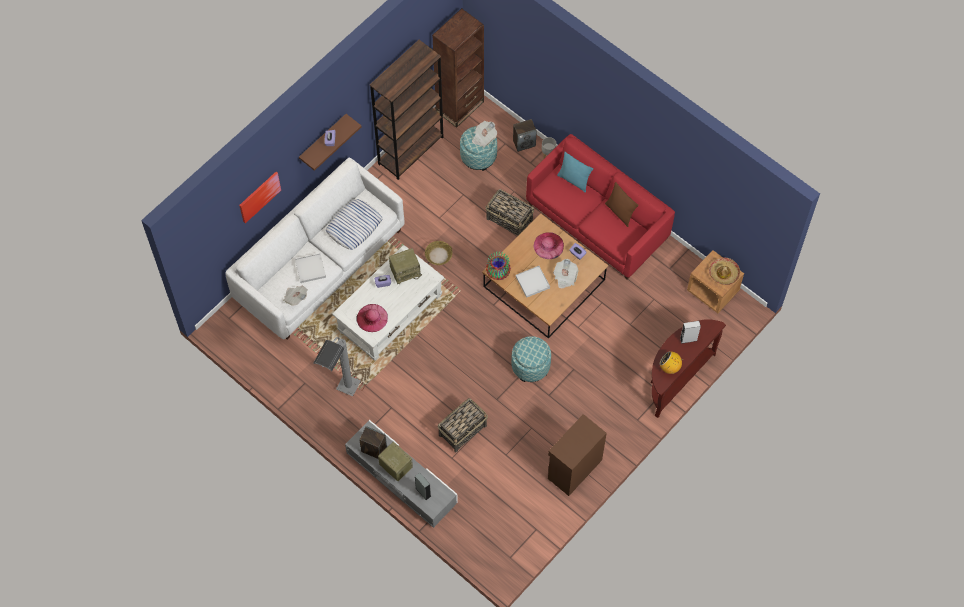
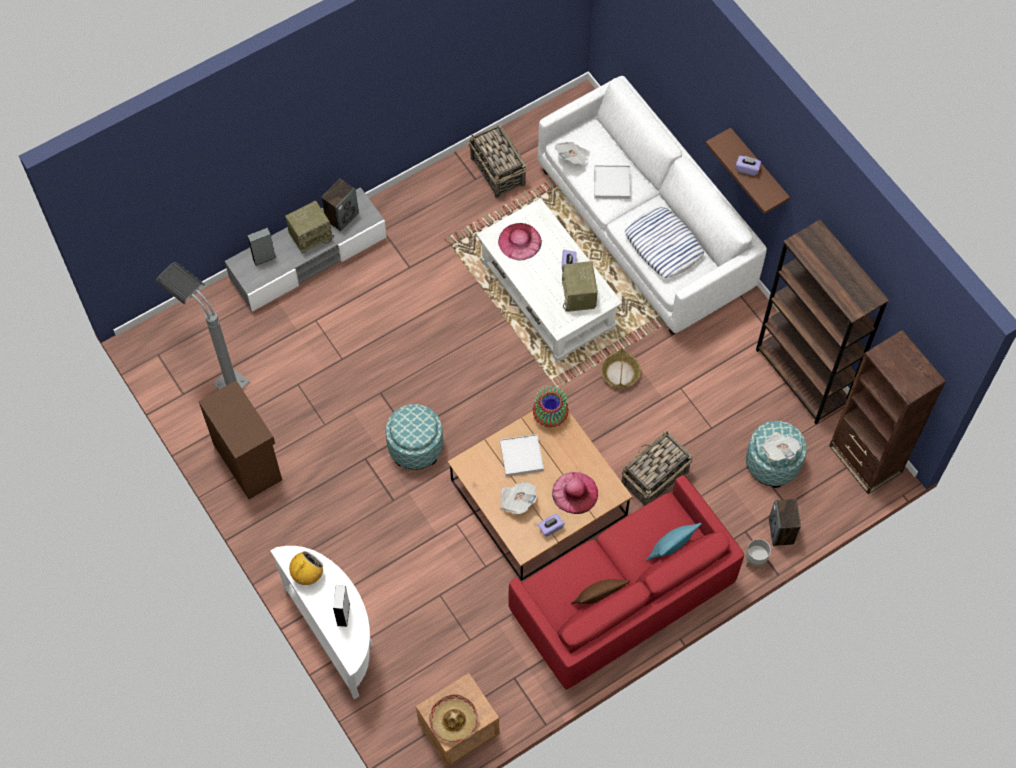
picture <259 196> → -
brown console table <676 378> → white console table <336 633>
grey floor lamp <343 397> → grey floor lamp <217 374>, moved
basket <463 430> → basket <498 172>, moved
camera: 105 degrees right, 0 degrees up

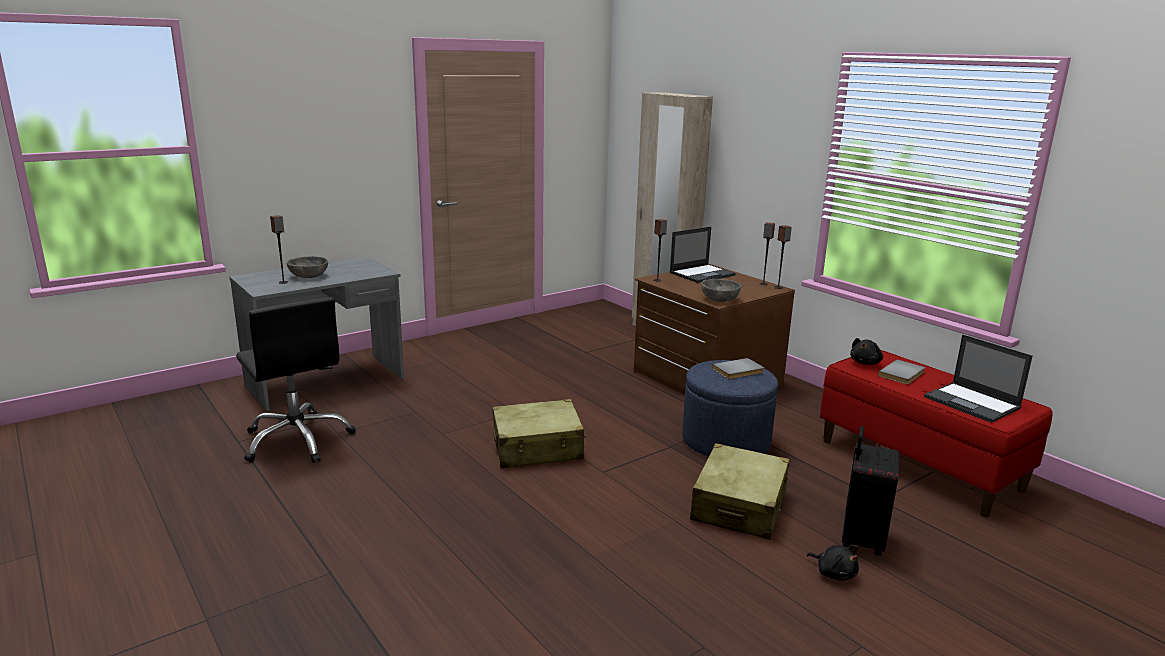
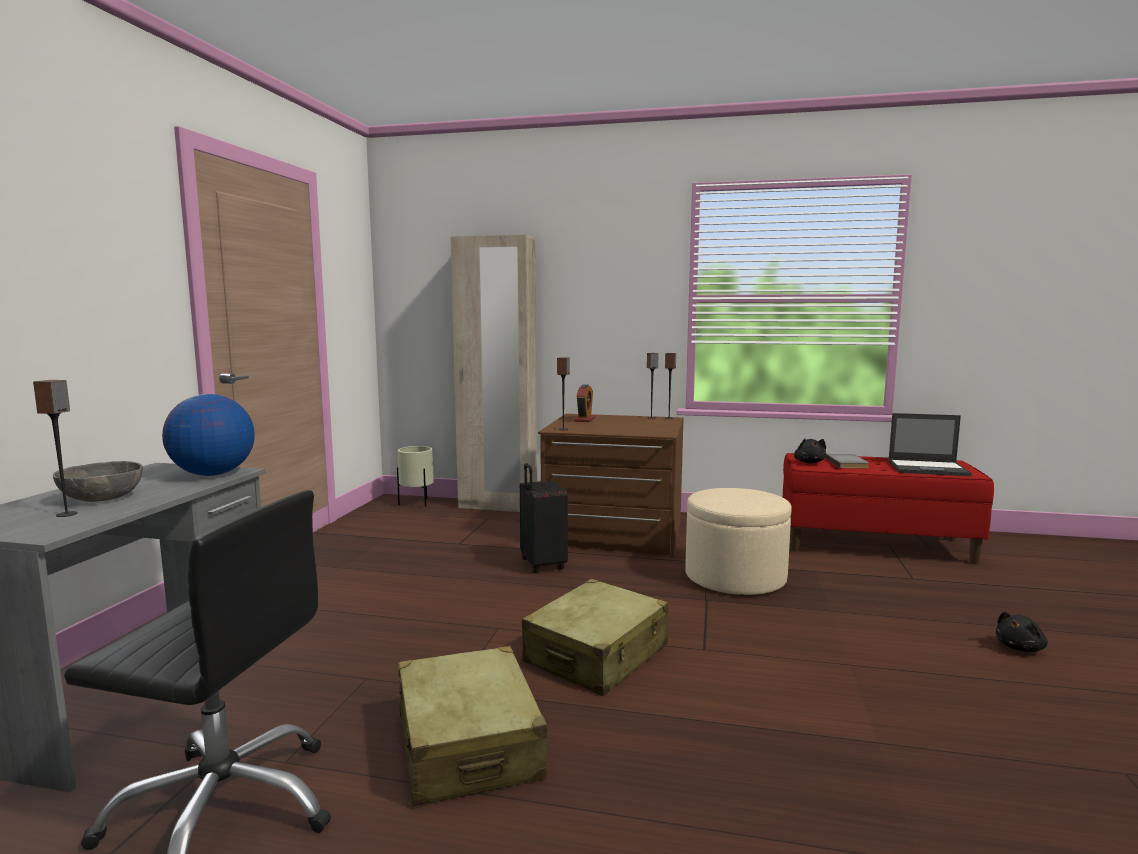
laptop <702 274> → alarm clock <584 419>
grey bowl <719 299> → -
grey book <739 371> → -
blue ottoman <726 441> → beige ottoman <735 577>
black suitcase <860 540> → black suitcase <541 565>, moved
beige suitcase <739 506> → beige suitcase <468 745>, moved
black plush toy <834 573> → black plush toy <1020 648>, 135 degrees clockwise
- → globe <212 474>
- → beige planter <417 504>
camera: 40 degrees left, 10 degrees down

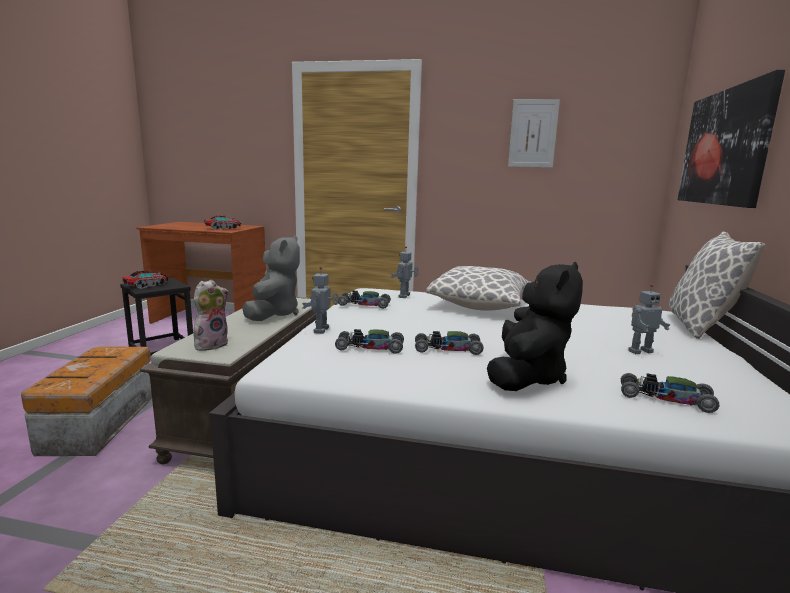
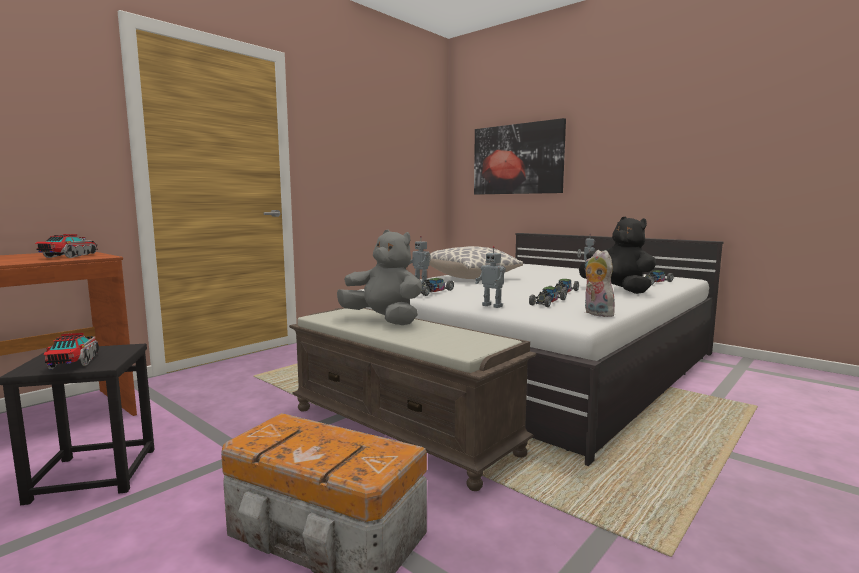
picture <533 133> → -
pillow <700 326> → -
plush toy <211 344> → plush toy <596 313>, moved
camera: 60 degrees left, 5 degrees down

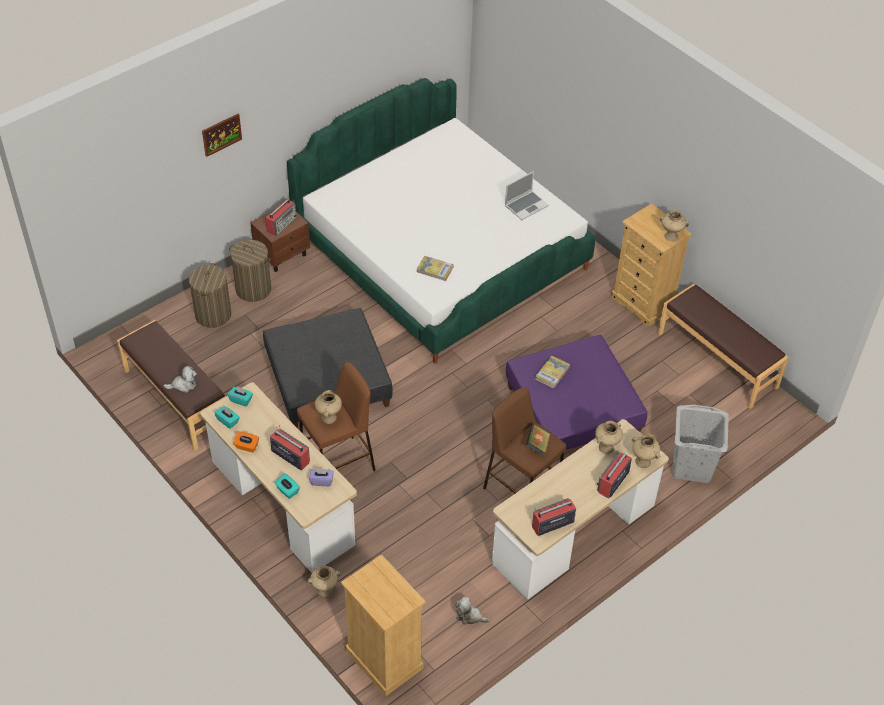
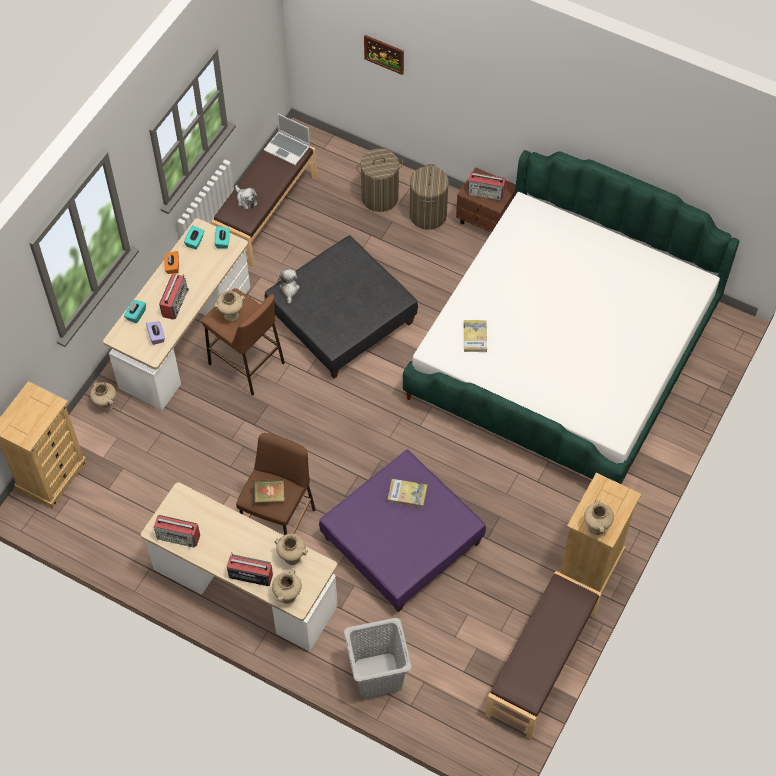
picture <221 134> → picture <384 54>, moved
laptop <526 205> → laptop <288 149>, moved
radio <552 524> → radio <179 536>, 150 degrees clockwise
plush toy <469 616> → plush toy <289 289>, moved
camera: 70 degrees right, 10 degrees up

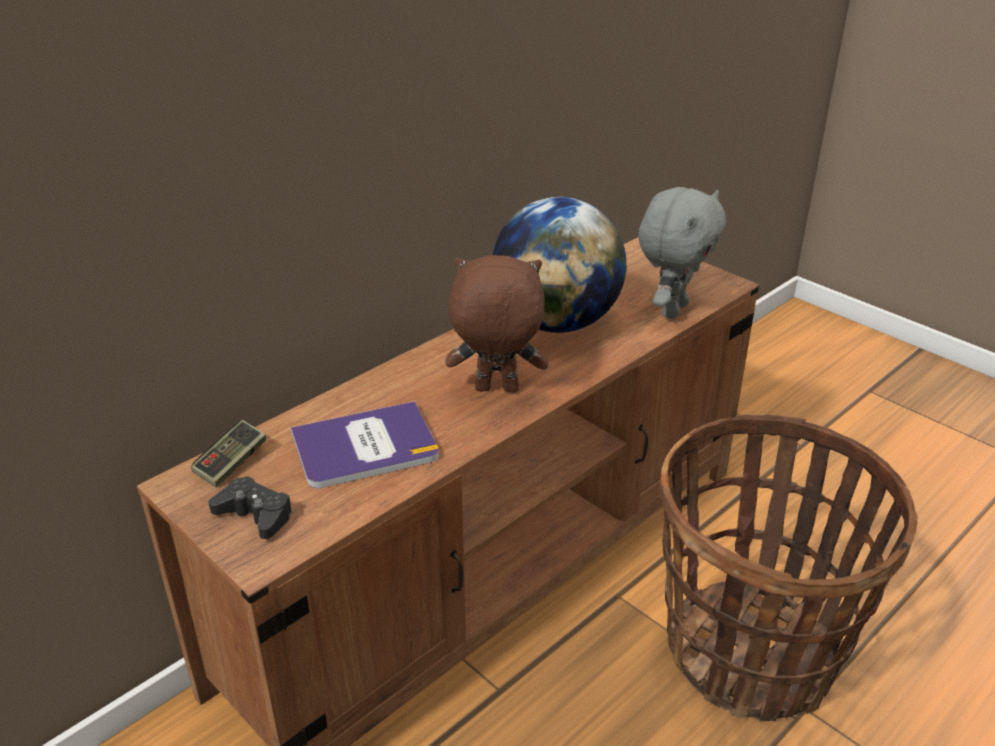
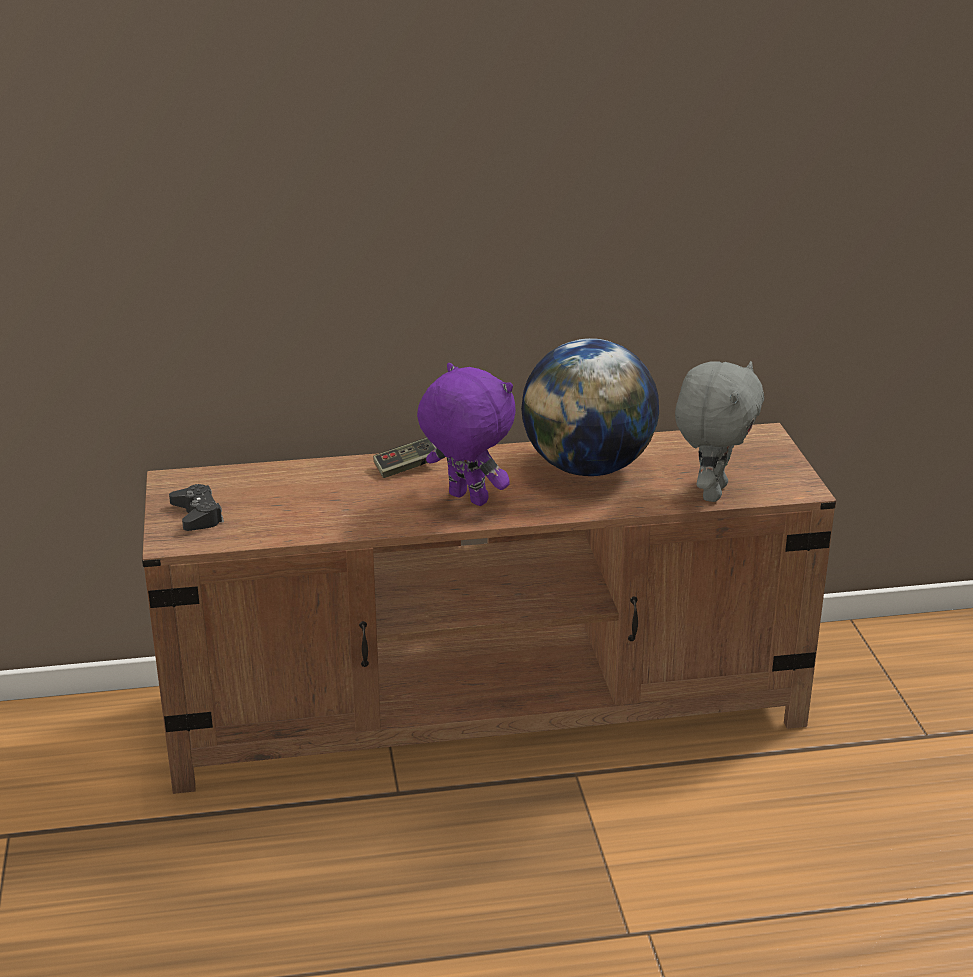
grey plush toy <672 309> → grey plush toy <711 492>, 45 degrees counterclockwise
brown plush toy <496 390> → purple plush toy <466 499>
book <365 447> → -
basket <751 653> → -
game controller <231 463> → game controller <406 467>, moved
camera: 35 degrees right, 5 degrees down

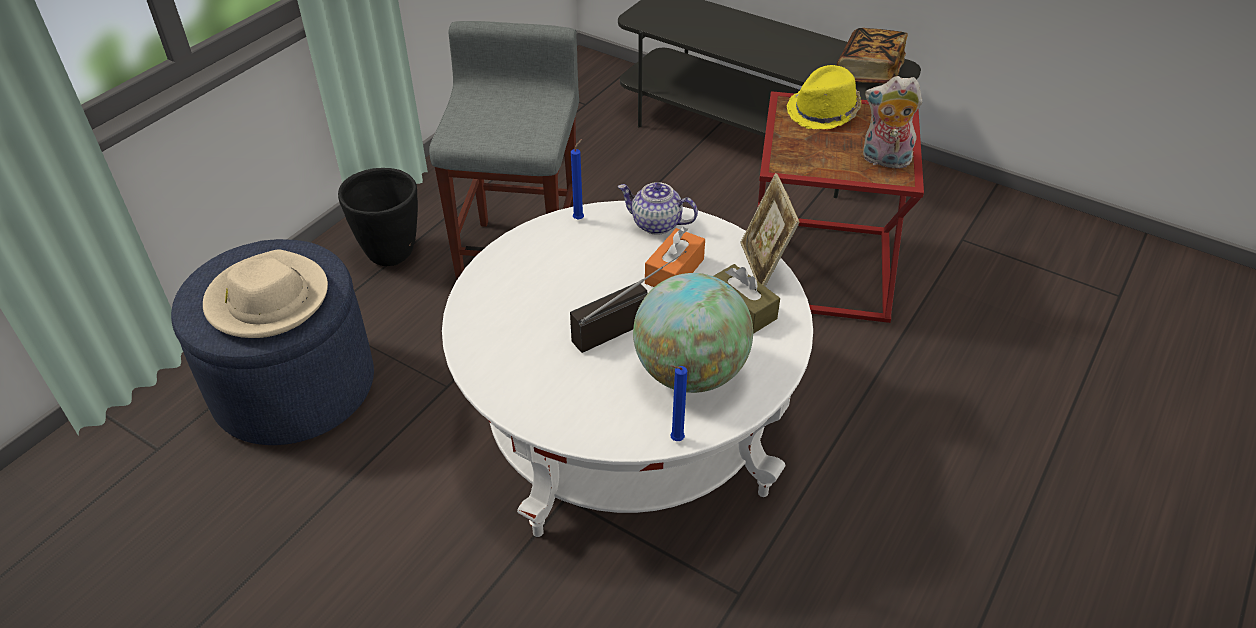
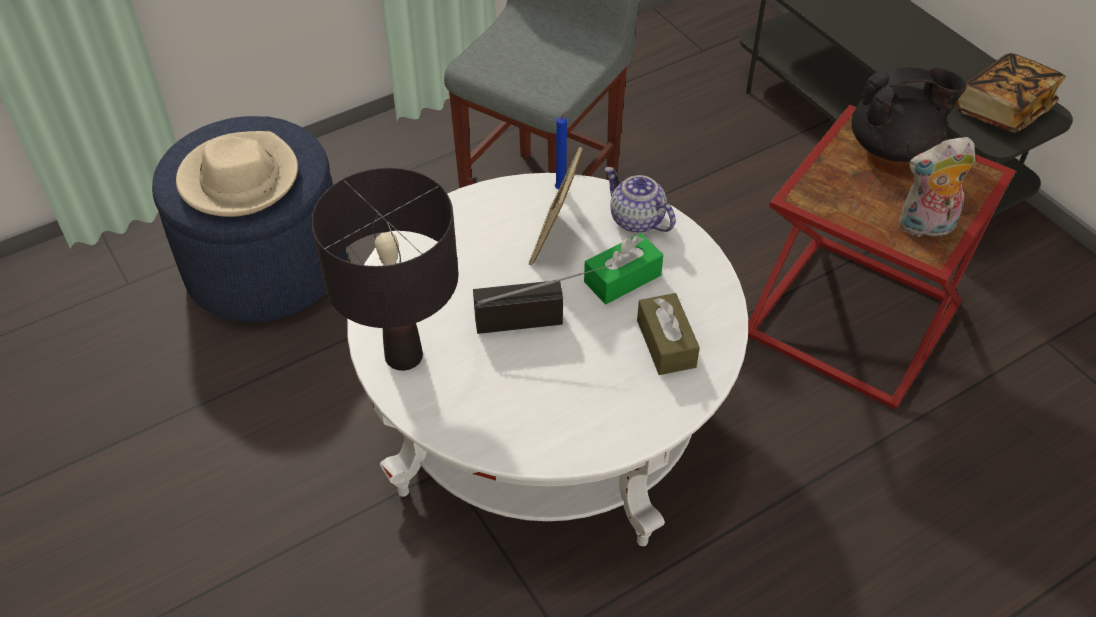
yellow hat <824 112> → black teapot <894 147>
plush toy <884 161> → plush toy <925 227>, 45 degrees counterclockwise
black planter <391 252> → -
picture frame <764 265> → picture frame <555 240>, moved
orange tissue box <674 271> → green tissue box <622 278>
globe <690 373> → -
blue candle <675 440> → -
- → black table lamp <404 356>
camera: 25 degrees right, 5 degrees up

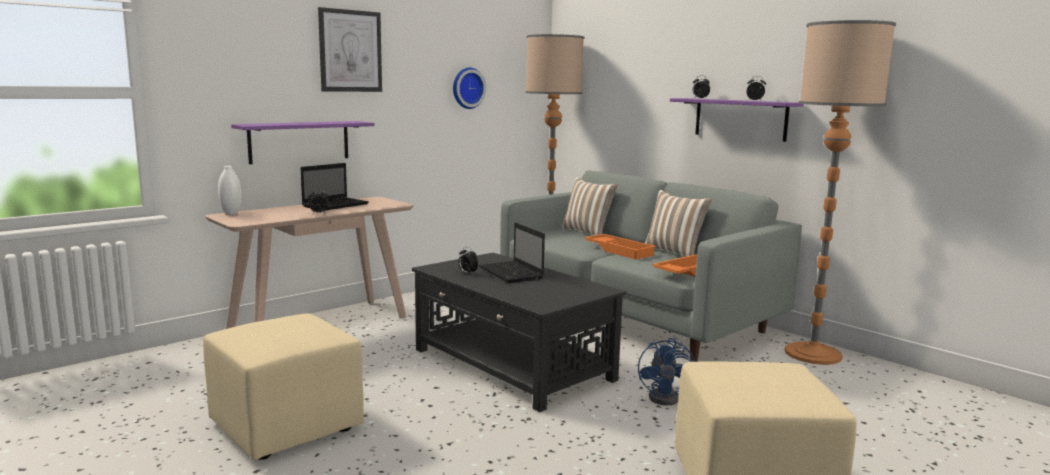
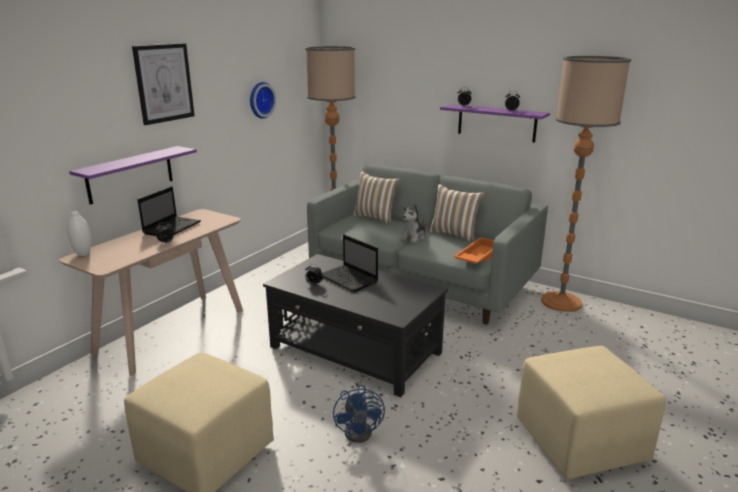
orange tray <620 251> → plush toy <413 237>
blue fan <669 397> → blue fan <362 430>, moved
camera: 15 degrees left, 10 degrees up

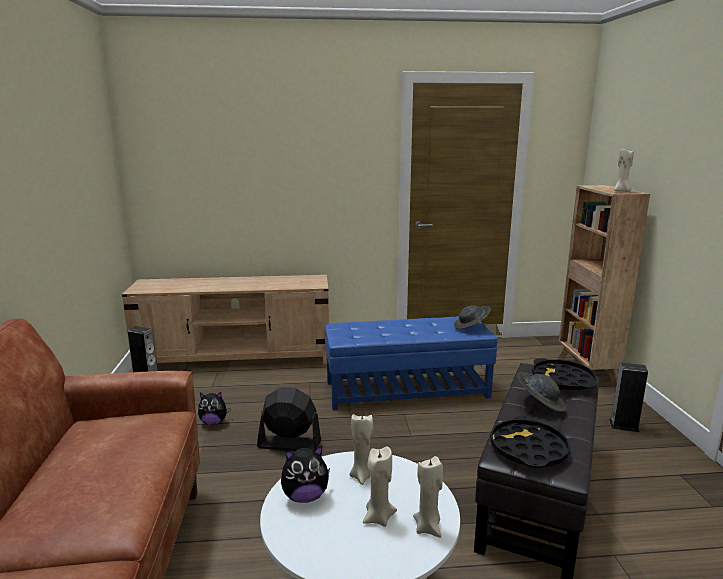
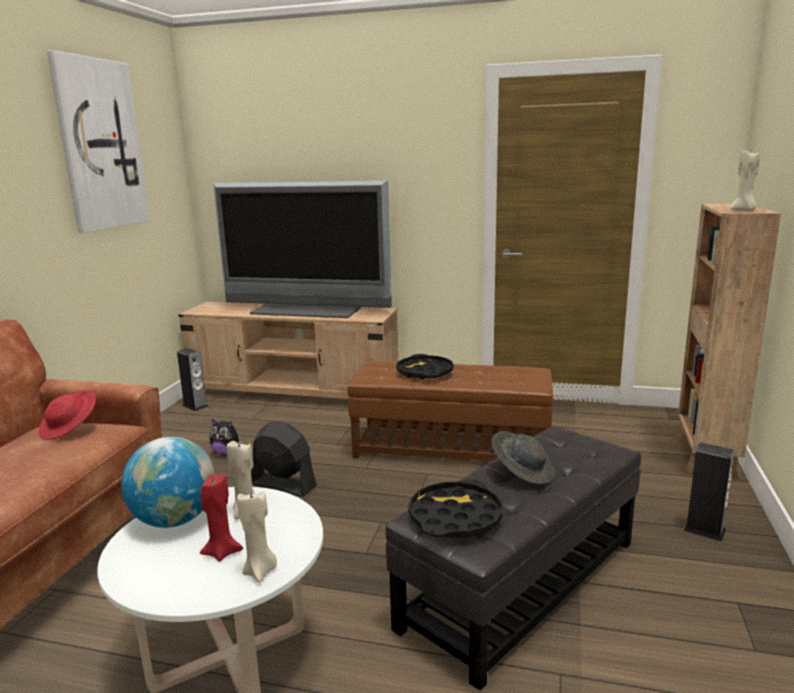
grey hat <471 327> → -
blue ottoman <406 390> → brown ottoman <451 448>
black tray <562 380> → black tray <424 372>, moved
plush toy <305 496> → globe <175 520>
beige candle <378 518> → red candle <222 552>
- → picture <100 145>
- → television <306 310>
- → red hat <70 428>
camera: 20 degrees right, 0 degrees up

